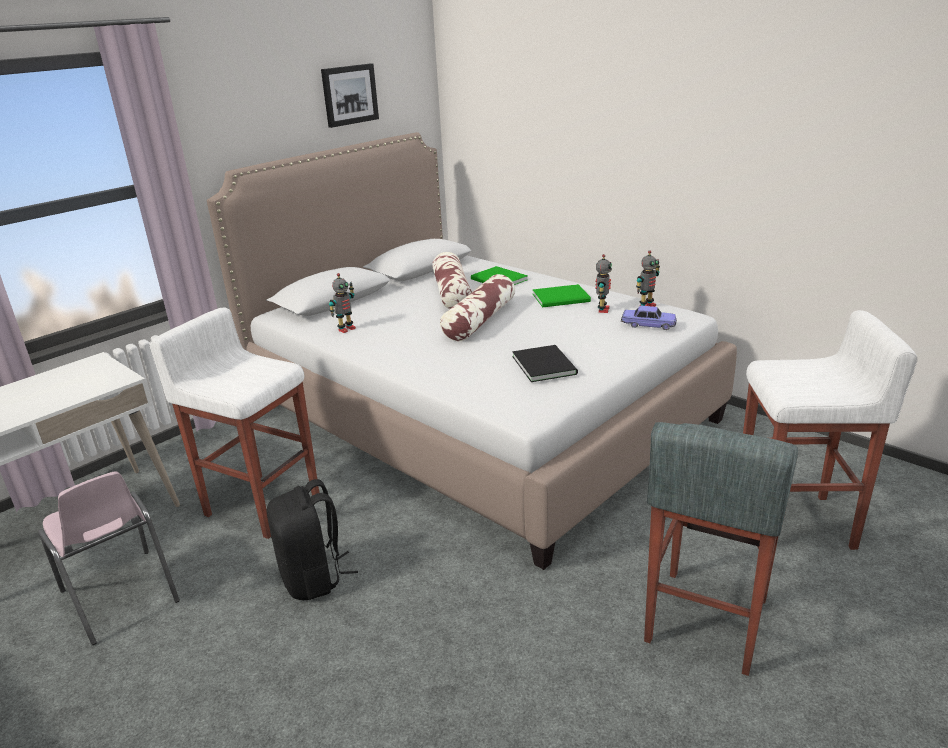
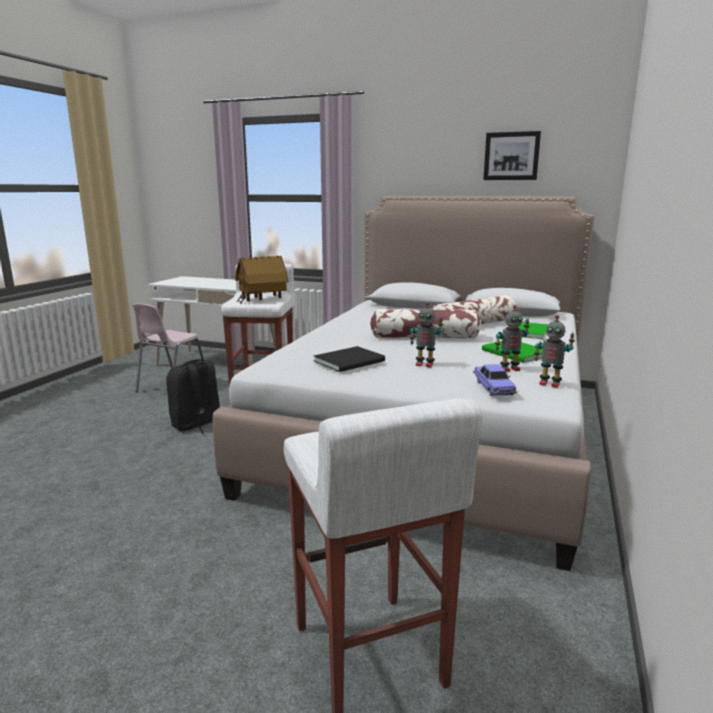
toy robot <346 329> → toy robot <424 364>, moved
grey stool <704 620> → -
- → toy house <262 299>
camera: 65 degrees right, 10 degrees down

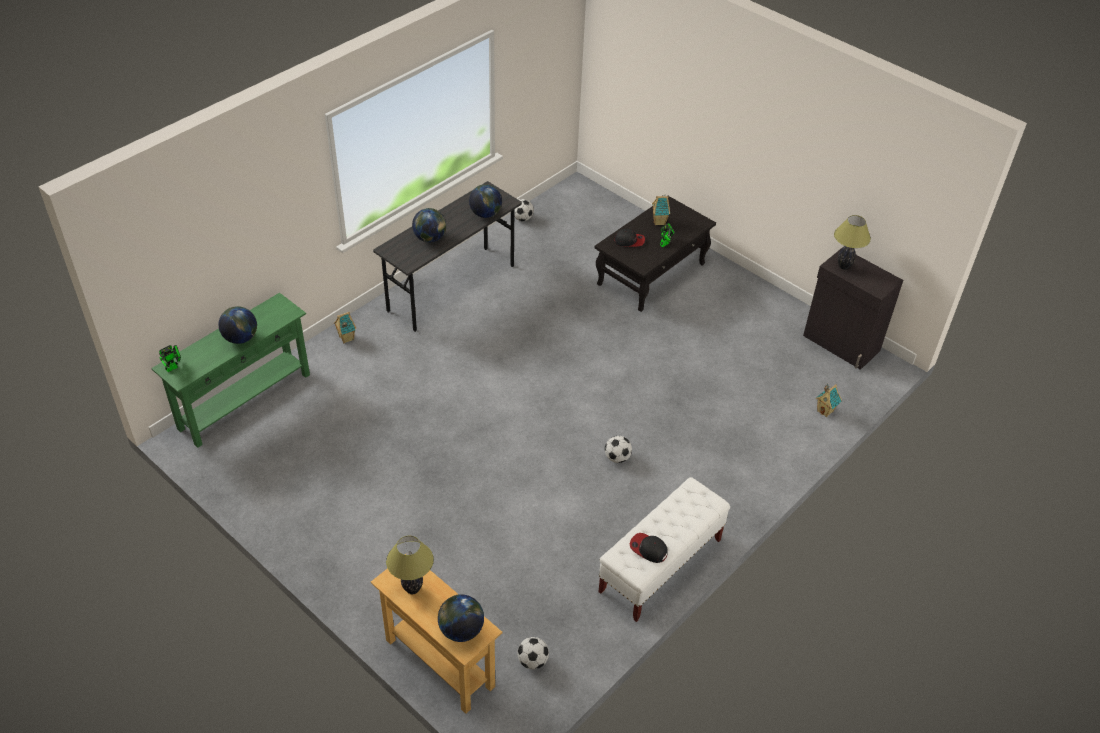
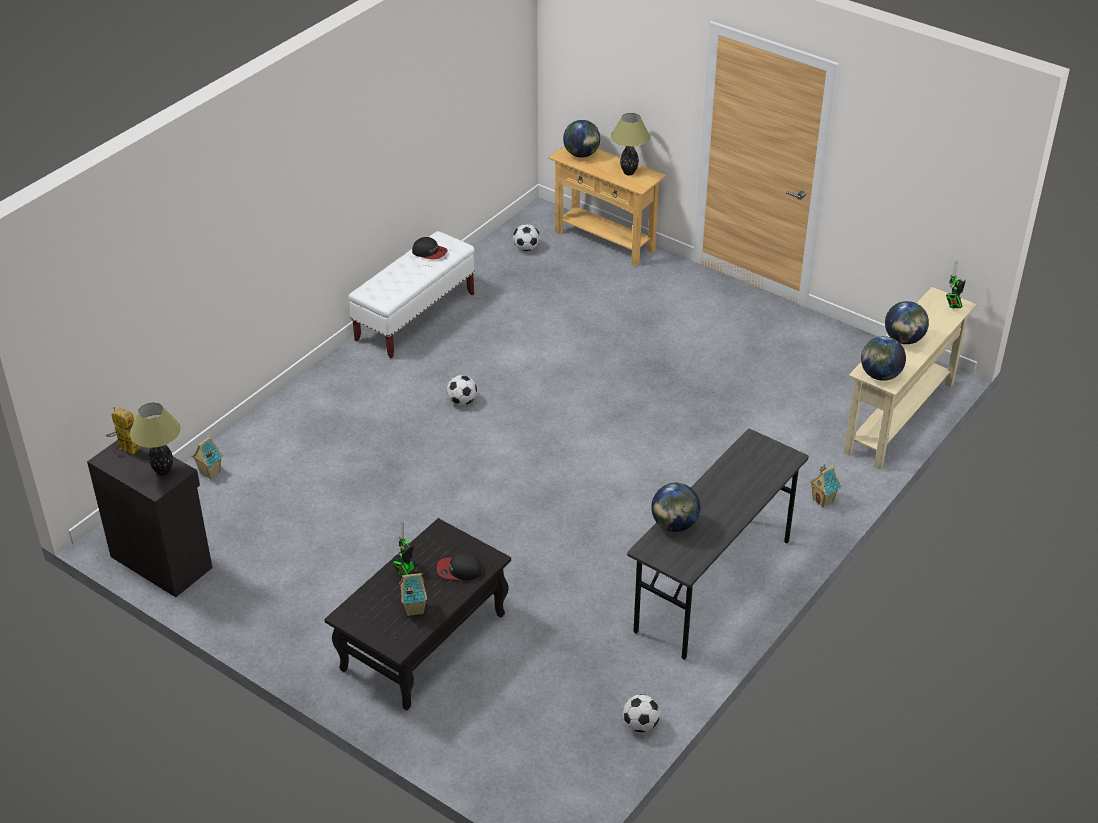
globe <430 238> → globe <880 375>, moved
green console table <244 401> → beige console table <900 418>
- → toy robot <125 448>
camera: 175 degrees right, 5 degrees down

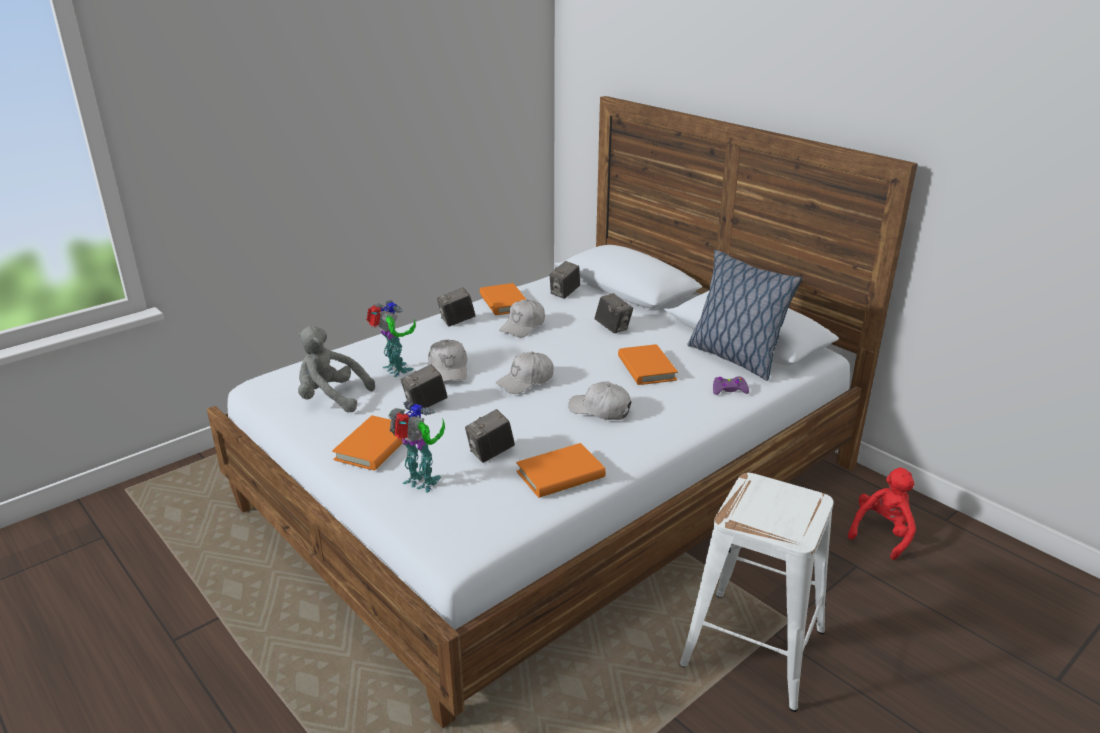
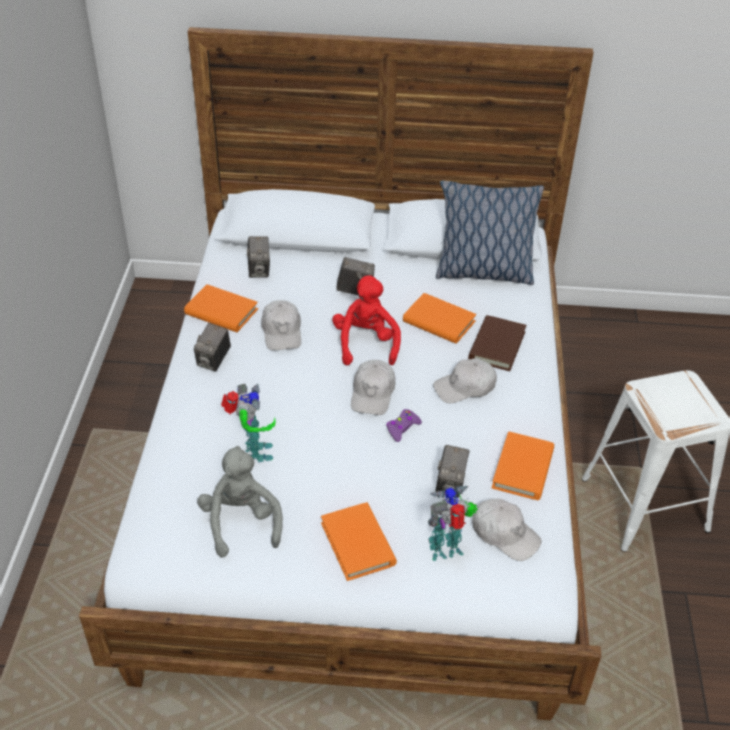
toy robot <395 370> → toy robot <254 453>, 75 degrees clockwise
grey plush toy <331 398> → grey plush toy <241 522>, 105 degrees clockwise
white cap <448 369> → white cap <505 534>, moved
photo camera <425 405> → -
purple game controller <729 390> → purple game controller <402 428>, moved
red plush toy <882 533> → red plush toy <366 343>, moved
- → brown book <496 346>
camera: 45 degrees left, 15 degrees up

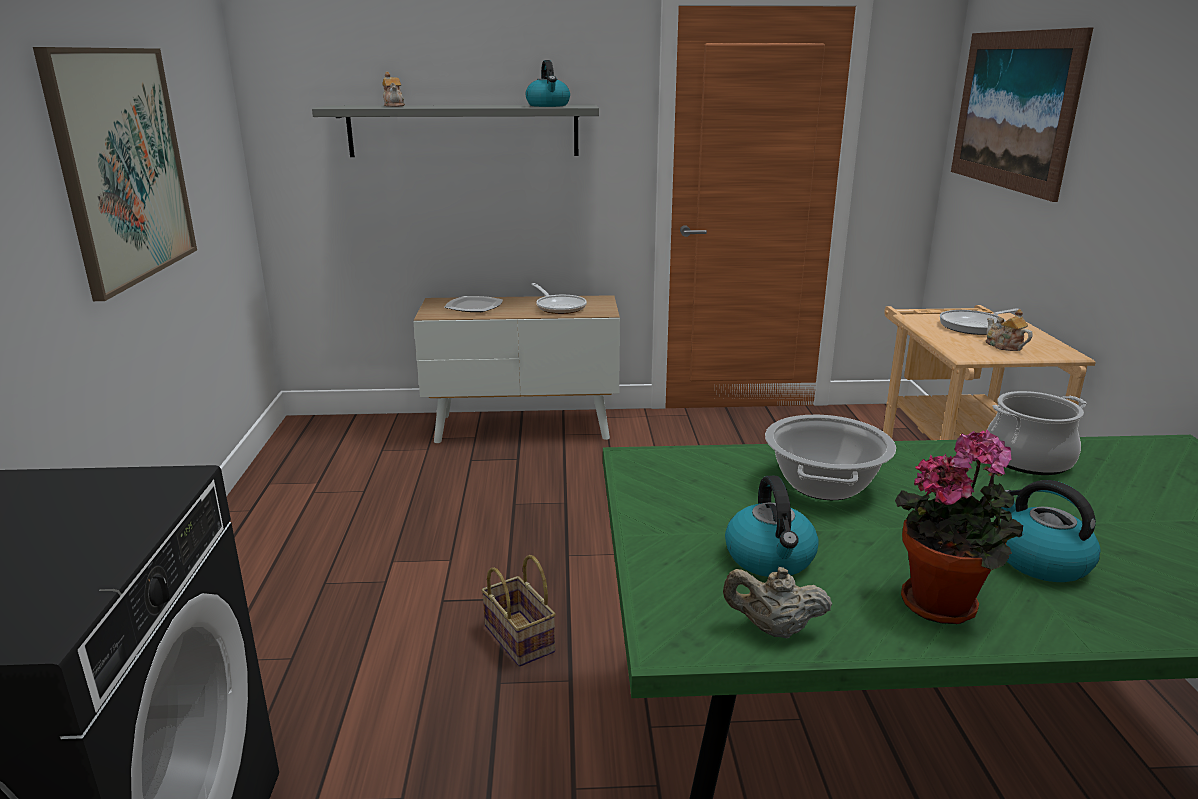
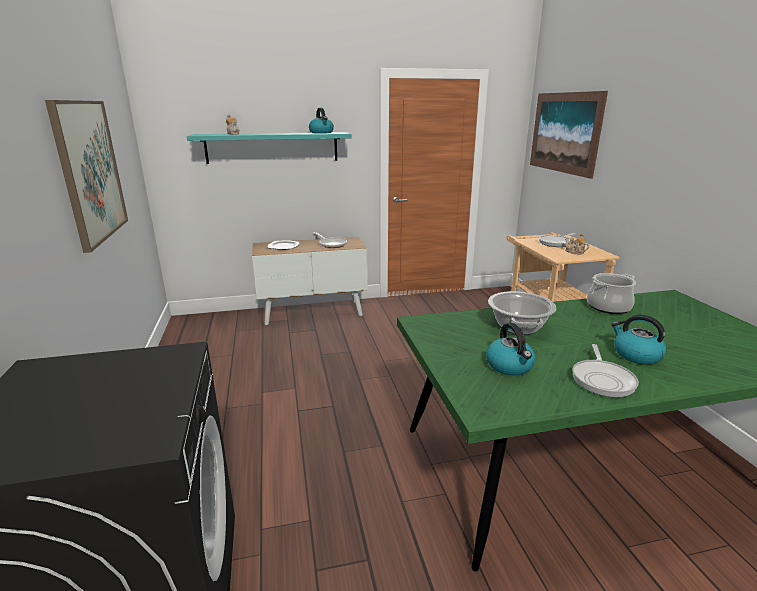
grey shelf <463 131> → turquoise shelf <272 147>
potted plant <945 603> → frying pan <602 379>
basket <521 639> → -
beige teapot <773 629> → -
camera: 10 degrees left, 0 degrees up

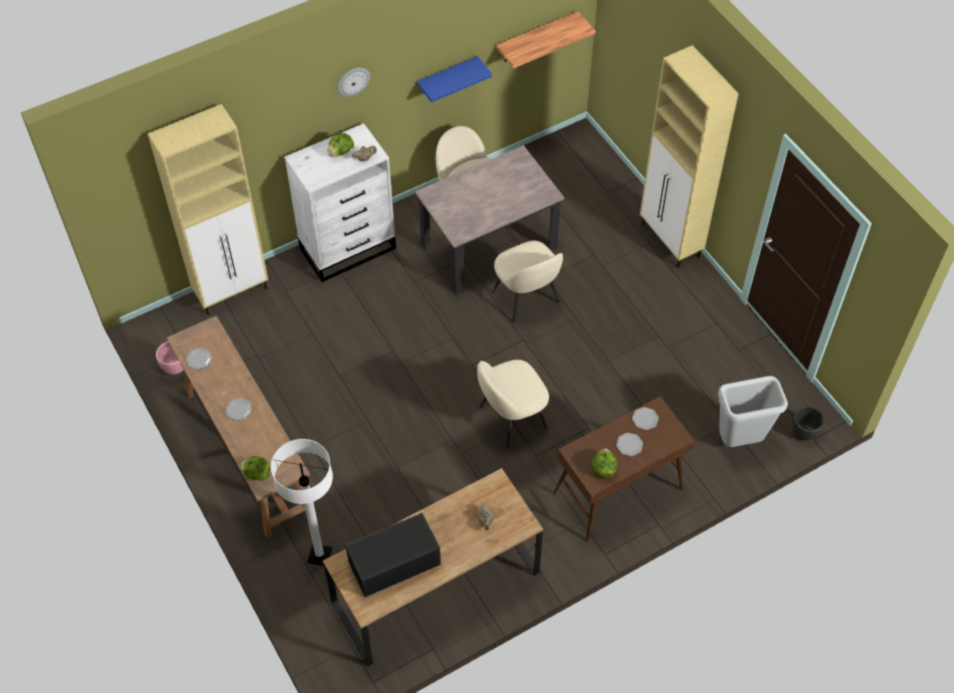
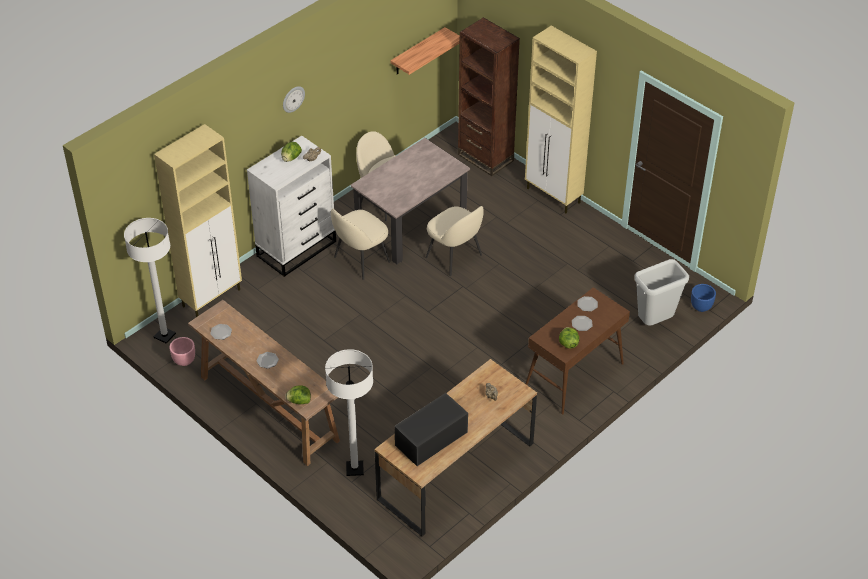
blue shelf <447 78> → -
beige chair <511 419> → beige chair <360 260>, moved
black planter <803 433> → blue planter <701 307>
- → brown bookcase <485 157>
- → white floor lamp <164 336>
camera: 15 degrees left, 10 degrees down

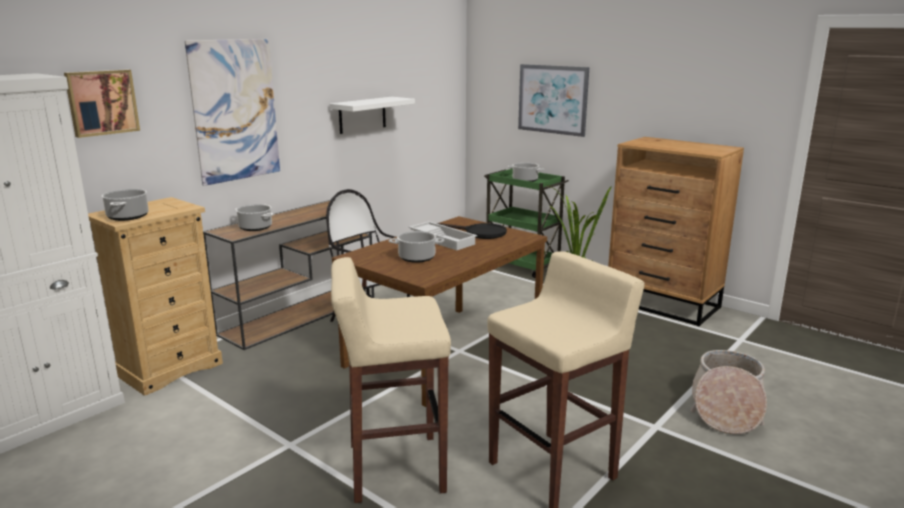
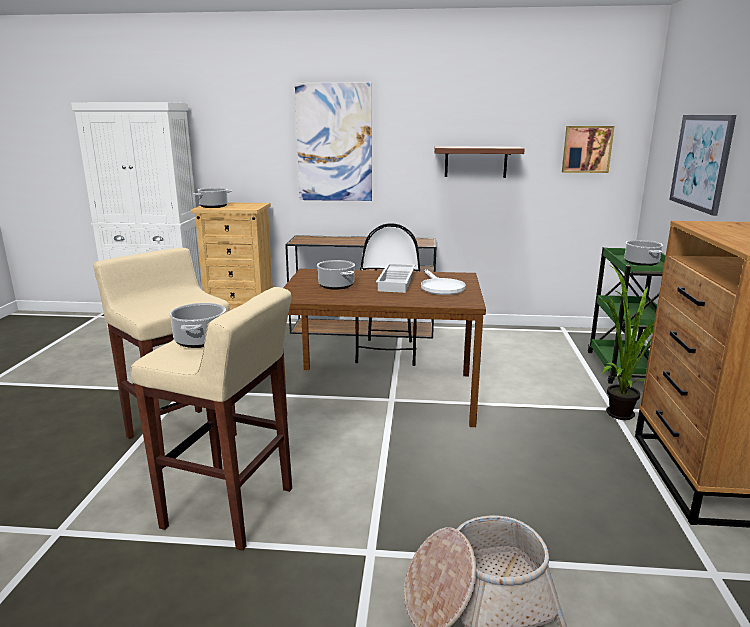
picture <102 102> → picture <586 149>, moved
white shelf <362 115> → brown shelf <475 161>
cooking pot <255 227> → cooking pot <200 340>, moved
black frying pan <480 233> → white frying pan <440 287>
camera: 55 degrees right, 0 degrees up

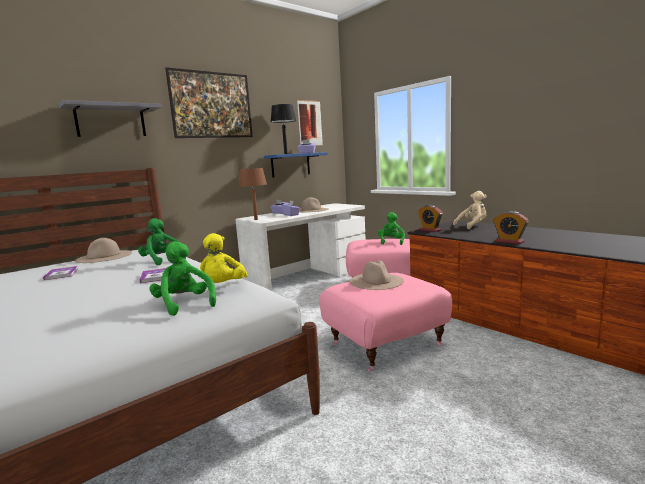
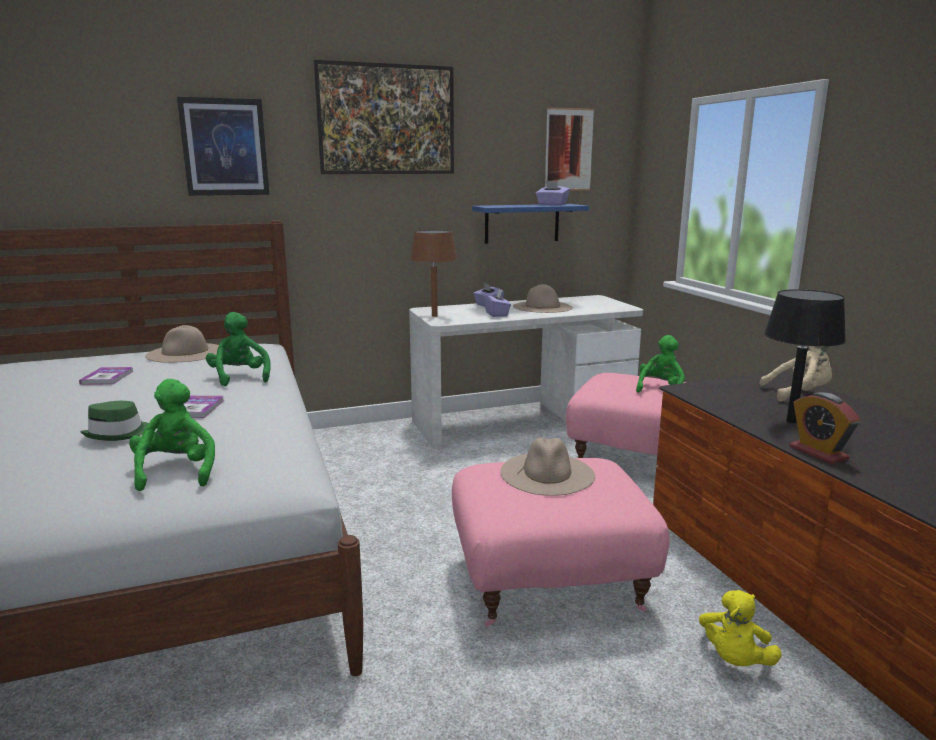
grey shelf <111 121> → picture <224 147>
black table lamp <285 154> → black table lamp <791 421>, moved
alarm clock <430 230> → -
yellow plush toy <223 286> → yellow plush toy <734 660>, moved
- → green hat <119 433>
camera: 20 degrees right, 5 degrees up

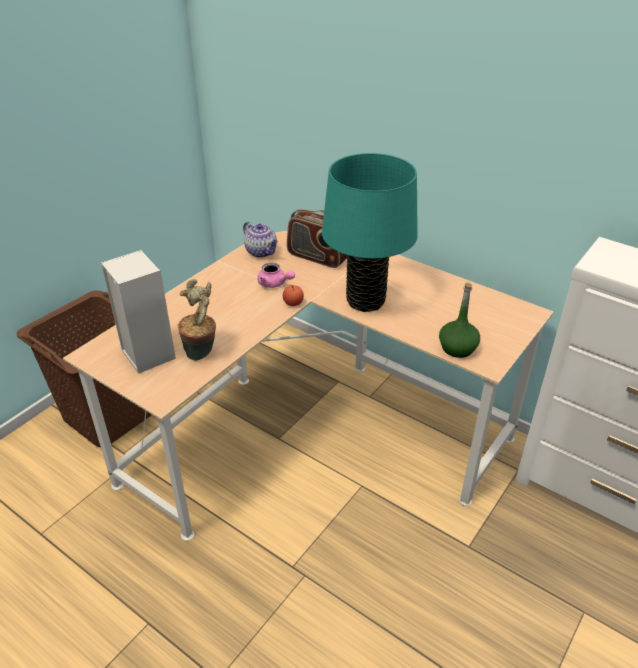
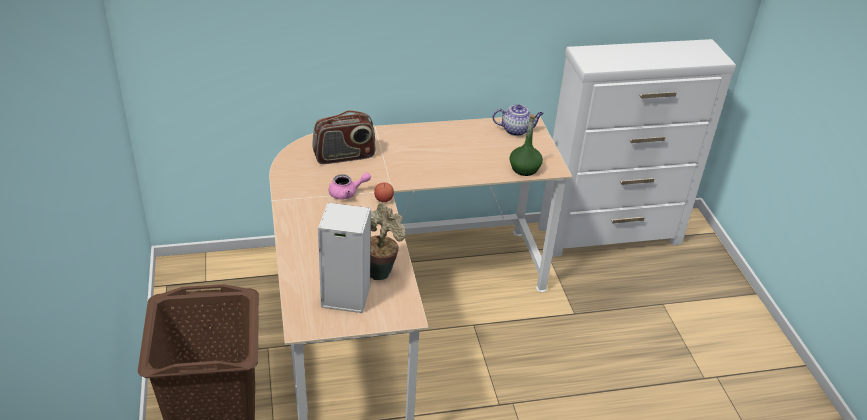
turquoise table lamp <365 301> → -
teapot <262 252> → teapot <516 130>, moved
camera: 50 degrees left, 0 degrees up

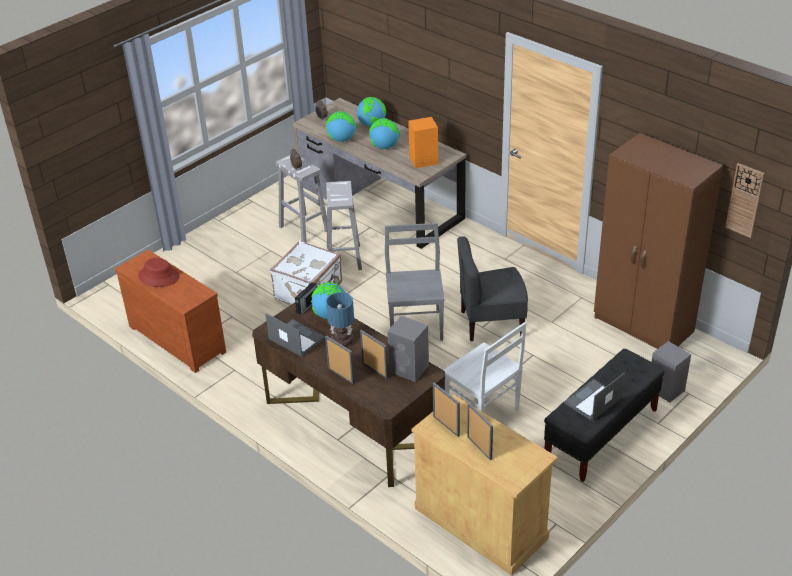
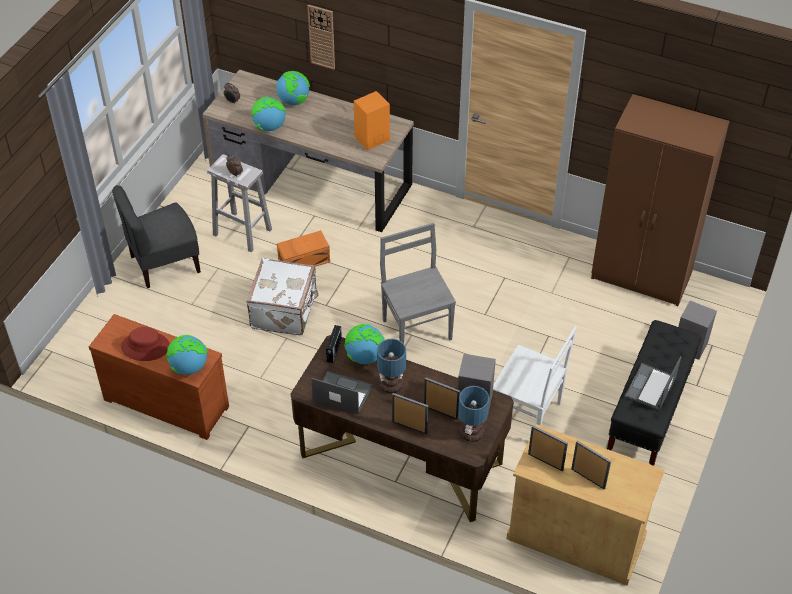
globe <384 147> → globe <189 367>, moved
wall clock <745 200> → wall clock <322 37>, moved
white stool <343 257> → orange storage box <303 260>
grey chair <491 323> → grey chair <164 263>, moved
- → table lamp <471 431>
camera: 20 degrees left, 10 degrees up

